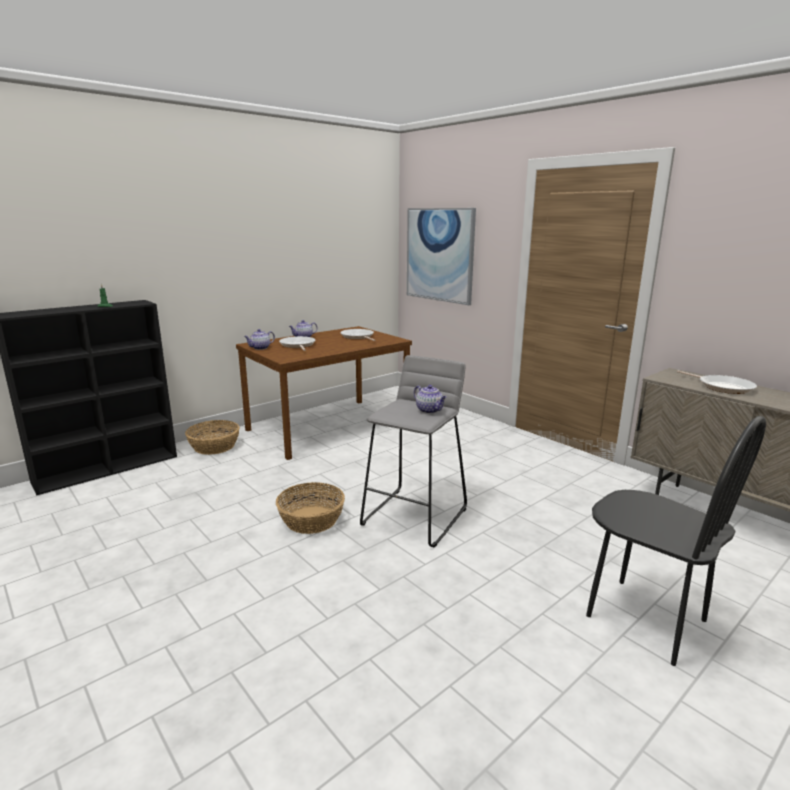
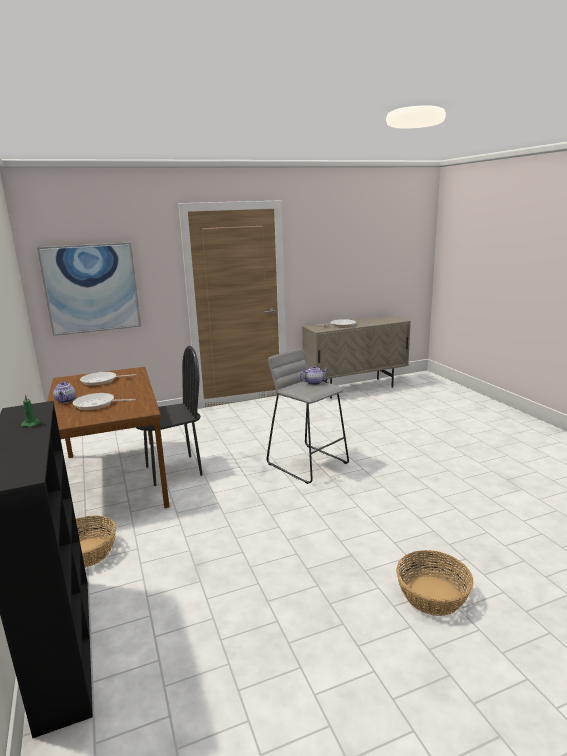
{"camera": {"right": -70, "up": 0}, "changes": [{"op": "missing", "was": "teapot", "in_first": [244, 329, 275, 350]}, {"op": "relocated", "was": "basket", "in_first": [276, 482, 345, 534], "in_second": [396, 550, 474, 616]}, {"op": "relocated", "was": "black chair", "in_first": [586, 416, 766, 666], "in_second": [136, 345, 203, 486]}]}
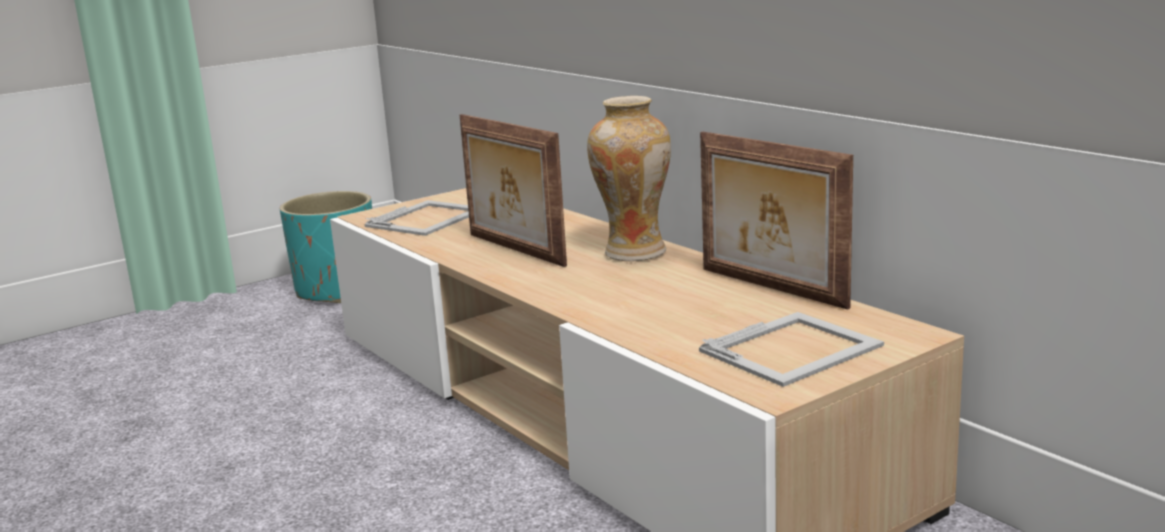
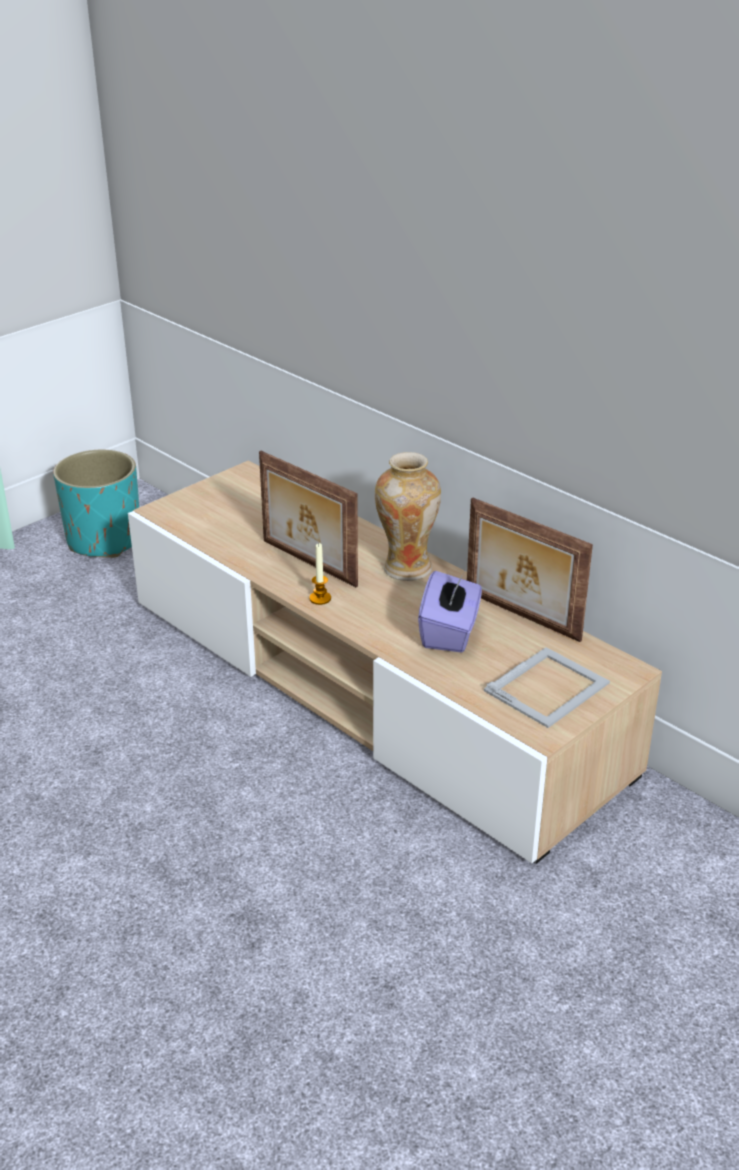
{"camera": {"right": -10, "up": 15}, "changes": [{"op": "missing", "was": "picture frame", "in_first": [365, 200, 469, 236]}, {"op": "appeared", "now": "candle", "in_second": [309, 543, 331, 605]}, {"op": "appeared", "now": "purple tissue box", "in_second": [418, 571, 482, 653]}]}
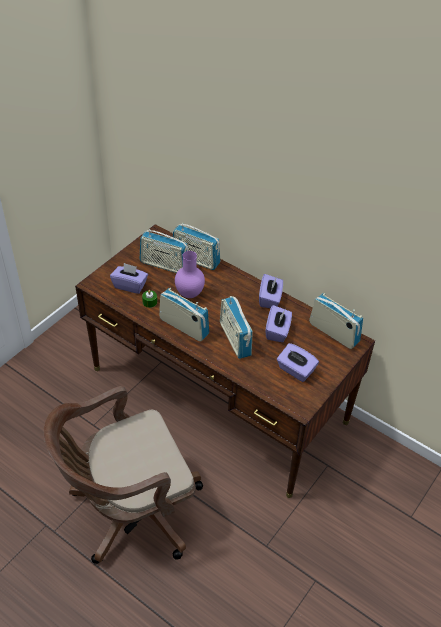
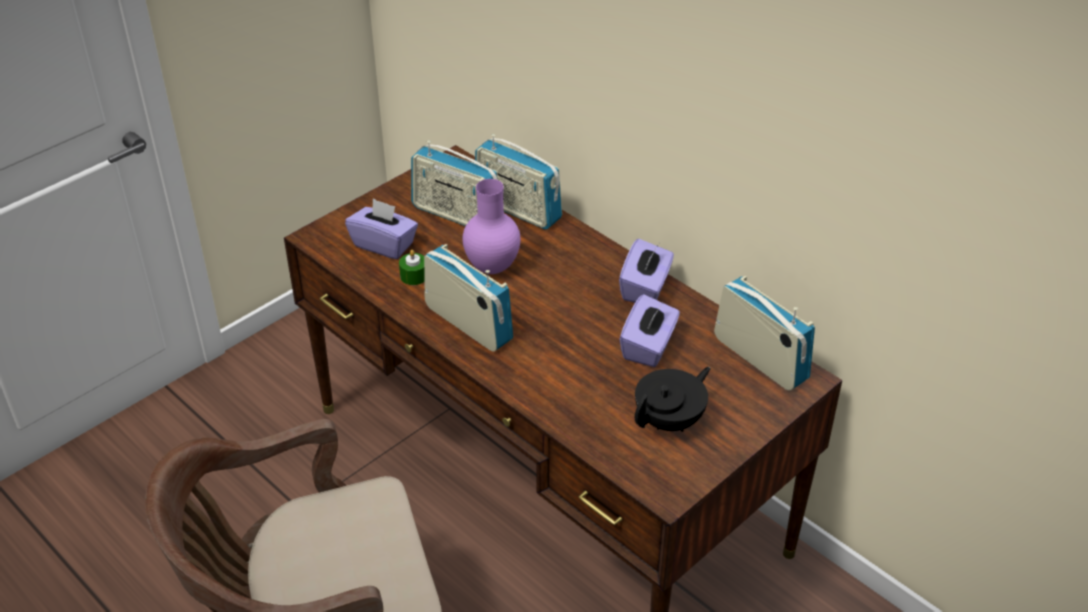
{"camera": {"right": 10, "up": -5}, "changes": [{"op": "missing", "was": "radio", "in_first": [220, 296, 253, 359]}, {"op": "exchanged", "was": "purple tissue box", "now": "black teapot", "in_first": [277, 343, 319, 382], "in_second": [635, 367, 711, 432]}]}
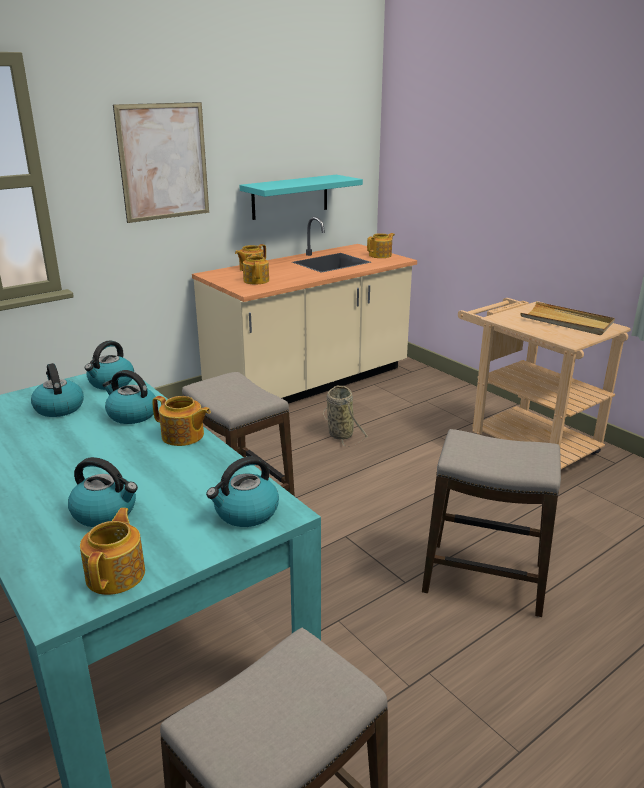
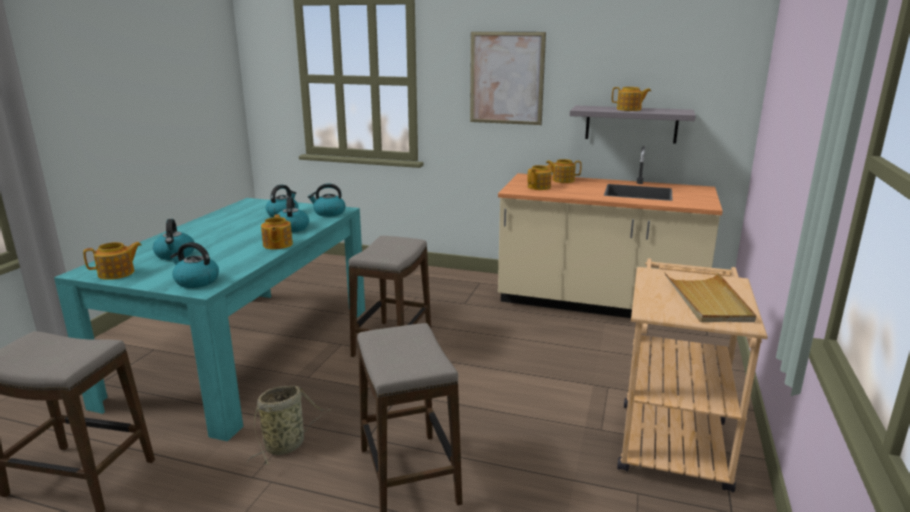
{"camera": {"right": 55, "up": -5}, "changes": [{"op": "relocated", "was": "basket", "in_first": [323, 385, 368, 447], "in_second": [247, 386, 332, 465]}, {"op": "relocated", "was": "teapot", "in_first": [367, 233, 395, 258], "in_second": [612, 87, 651, 111]}, {"op": "colour", "was": "turquoise shelf", "now": "grey shelf", "in_first": [239, 175, 363, 220], "in_second": [570, 106, 696, 144]}]}
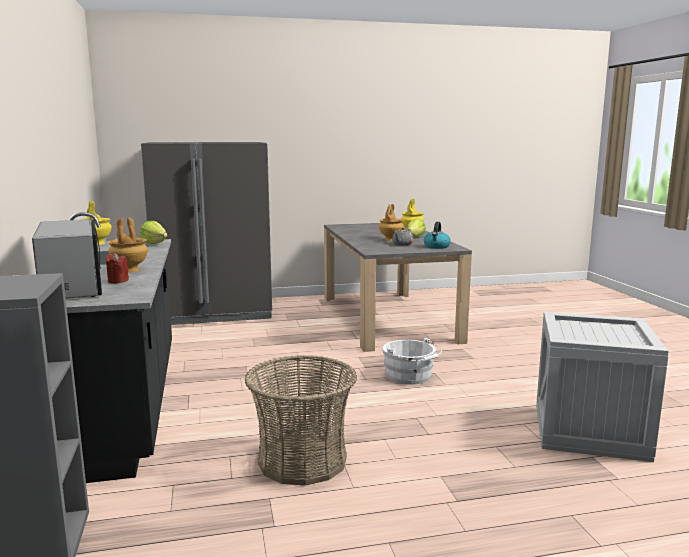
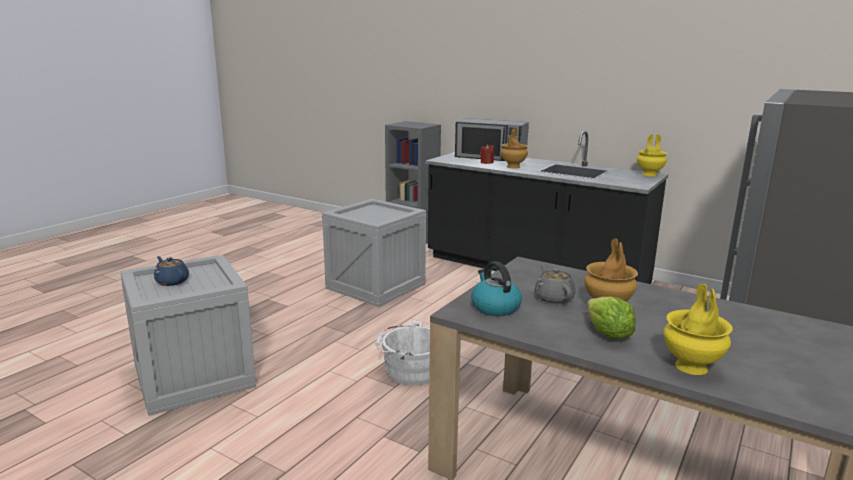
{"camera": {"right": 135, "up": 5}, "changes": [{"op": "missing", "was": "lettuce", "in_first": [140, 221, 167, 244]}, {"op": "appeared", "now": "blue teapot", "in_second": [154, 256, 189, 286]}, {"op": "exchanged", "was": "basket", "now": "crate", "in_first": [245, 355, 357, 486], "in_second": [322, 199, 426, 307]}]}
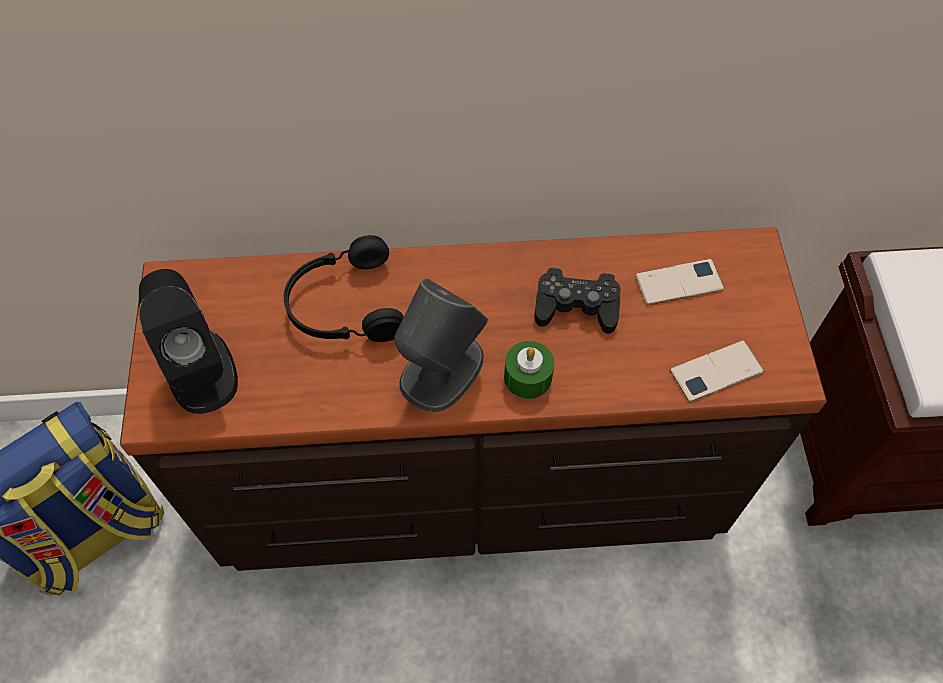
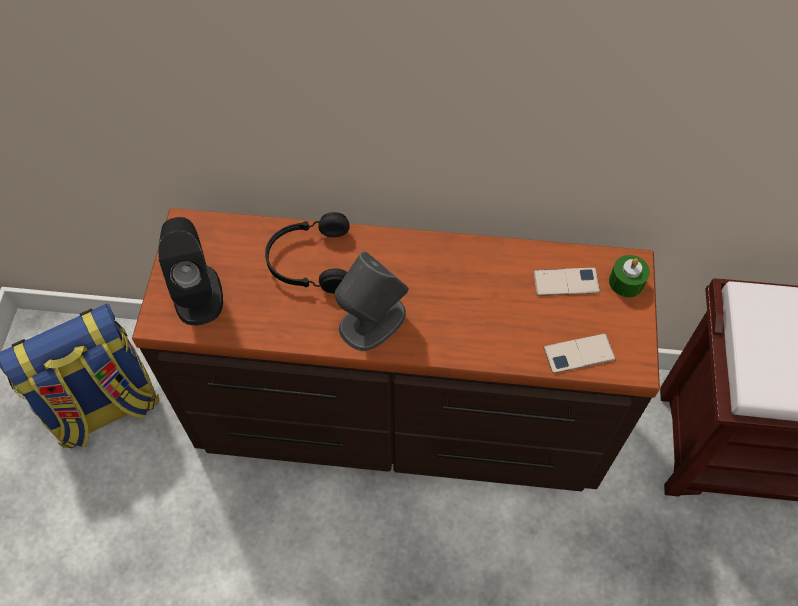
{"camera": {"right": 10, "up": 0}, "changes": [{"op": "missing", "was": "black game controller", "in_first": [534, 267, 621, 334]}, {"op": "relocated", "was": "green candle", "in_first": [504, 341, 554, 399], "in_second": [609, 255, 650, 297]}]}
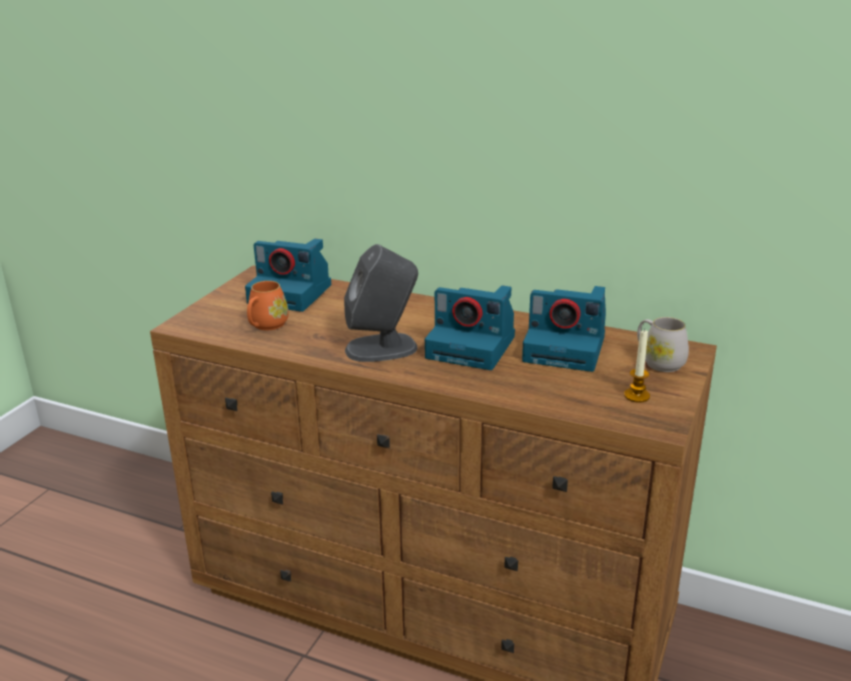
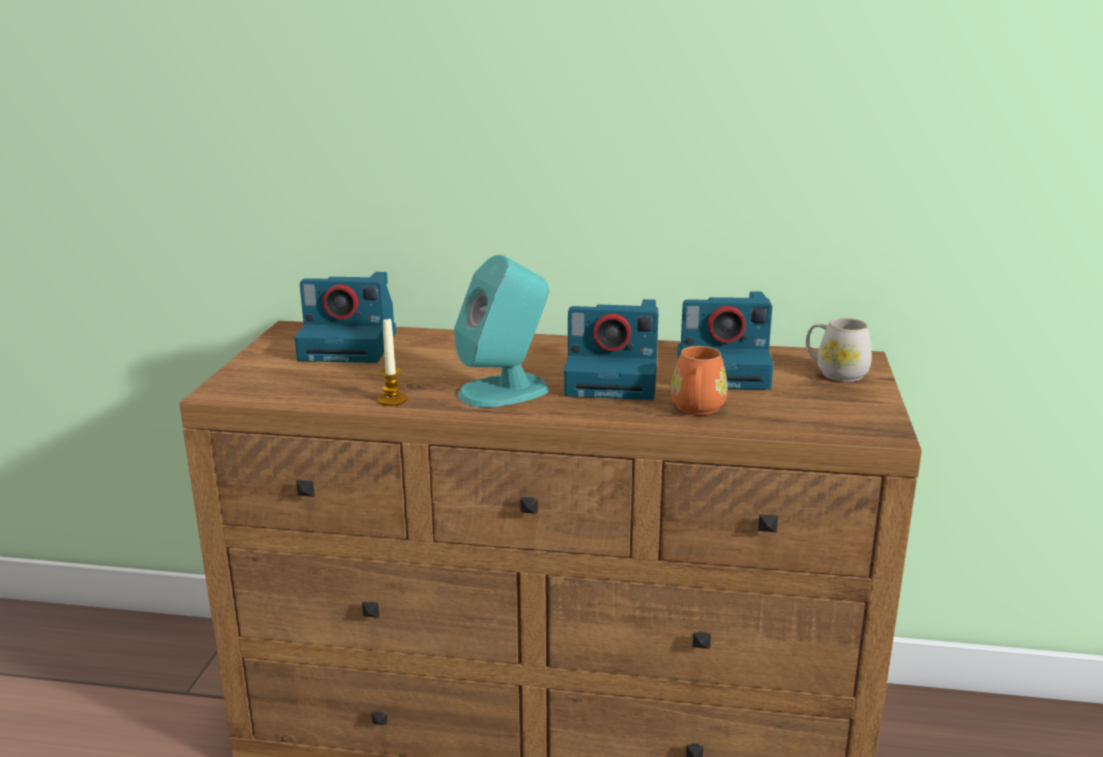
{"camera": {"right": -15, "up": -5}, "changes": [{"op": "relocated", "was": "orange mug", "in_first": [247, 281, 288, 330], "in_second": [671, 346, 728, 415]}, {"op": "relocated", "was": "candle", "in_first": [624, 329, 650, 403], "in_second": [377, 317, 407, 406]}, {"op": "colour", "was": "grey speaker", "now": "turquoise speaker", "in_first": [344, 244, 418, 362], "in_second": [454, 255, 549, 407]}]}
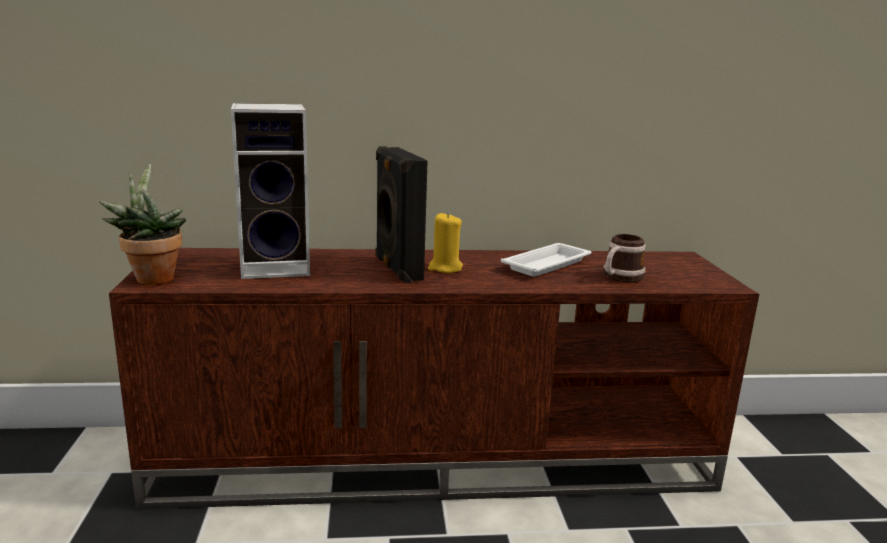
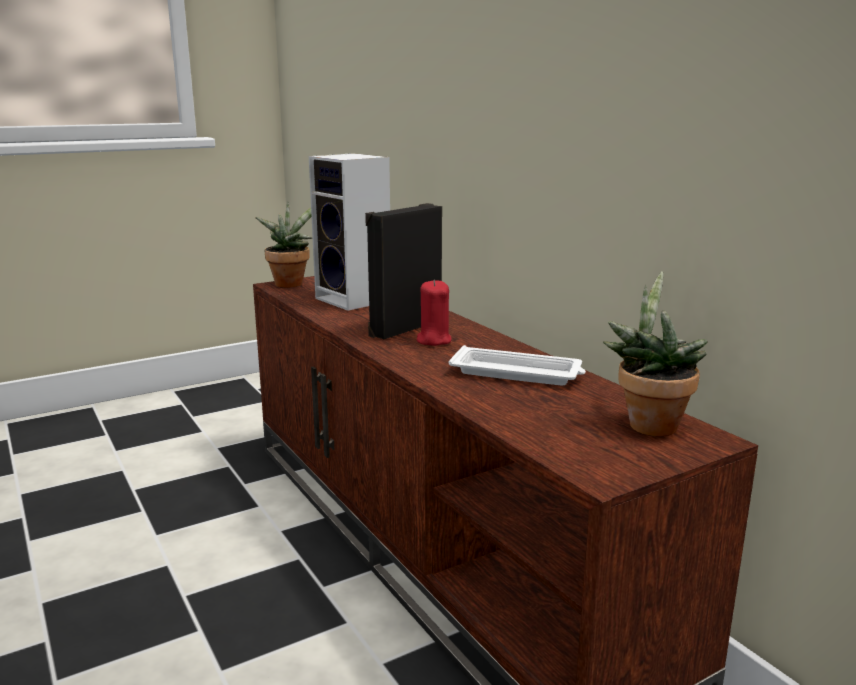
{"camera": {"right": 65, "up": 0}, "changes": [{"op": "missing", "was": "mug", "in_first": [603, 234, 646, 282]}, {"op": "appeared", "now": "potted plant", "in_second": [603, 271, 707, 436]}, {"op": "colour", "was": "yellow candle", "now": "red candle", "in_first": [428, 212, 463, 273], "in_second": [417, 280, 451, 346]}]}
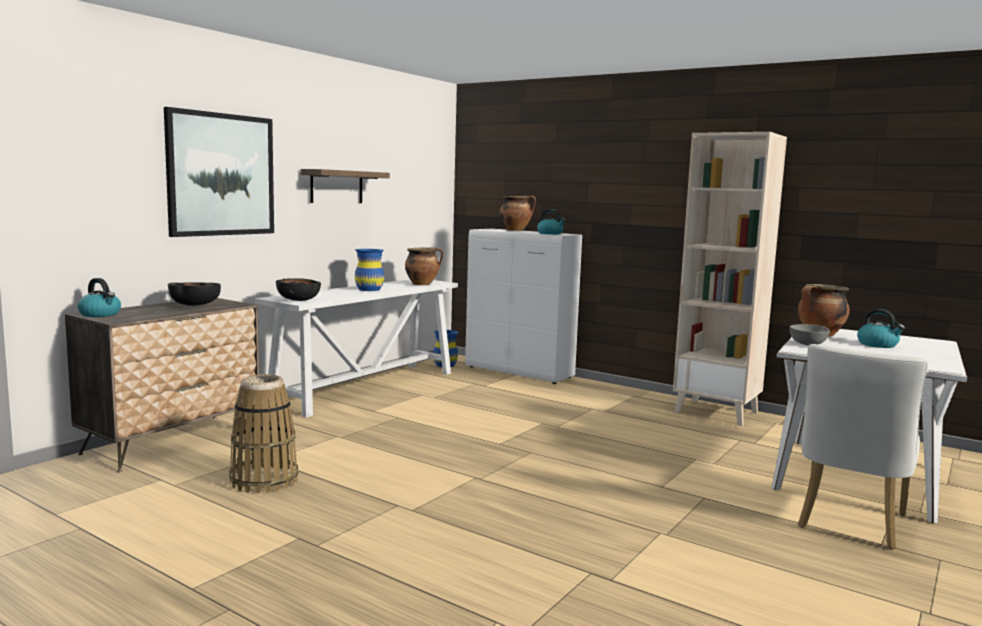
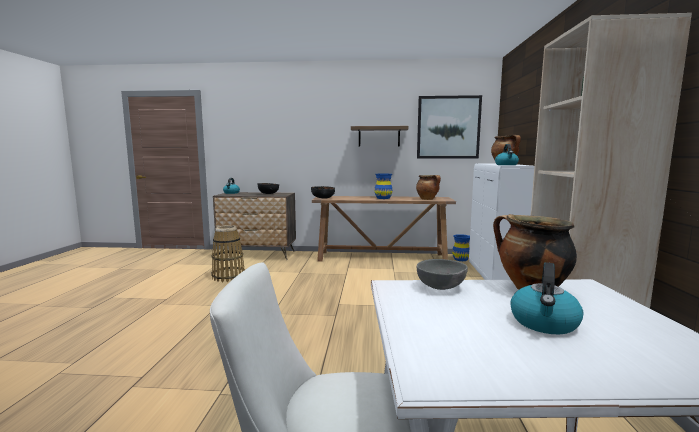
{"camera": {"right": 60, "up": 0}, "changes": [{"op": "relocated", "was": "picture", "in_first": [164, 107, 274, 237], "in_second": [417, 95, 482, 159]}, {"op": "colour", "was": "white console table", "now": "brown console table", "in_first": [255, 279, 458, 417], "in_second": [312, 196, 456, 262]}]}
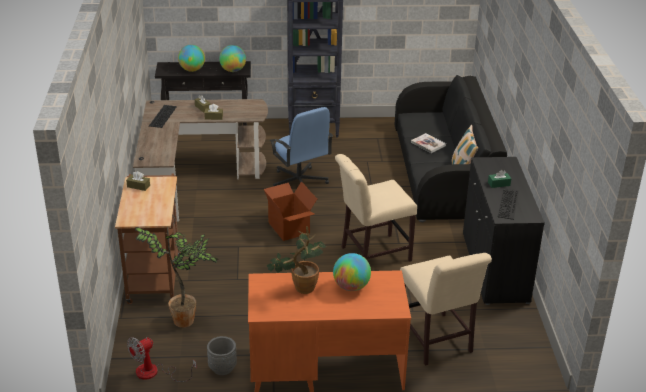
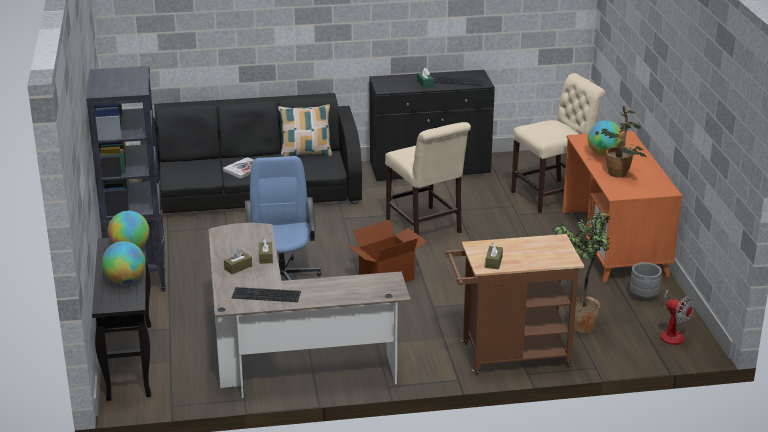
{"camera": {"right": -95, "up": -5}, "changes": [{"op": "spun", "was": "blue office chair", "in_first": [269, 107, 333, 186], "in_second": [245, 156, 322, 280], "clockwise": -60}]}
